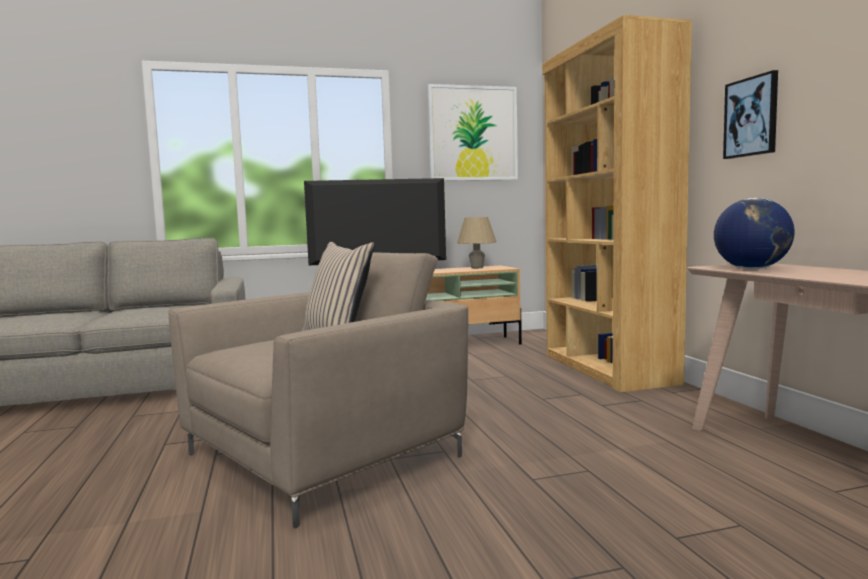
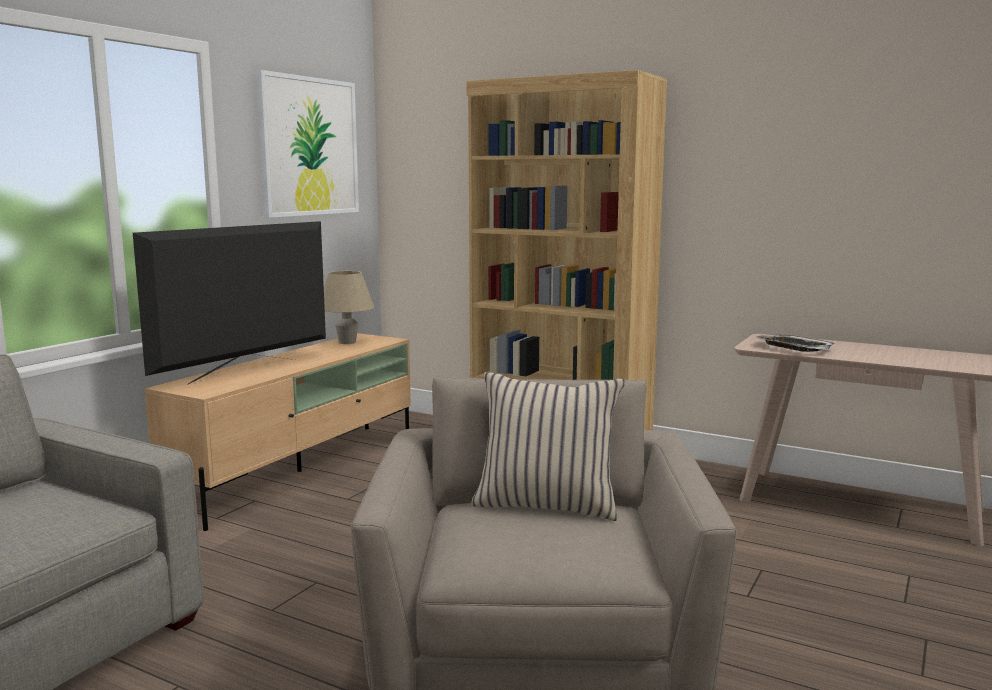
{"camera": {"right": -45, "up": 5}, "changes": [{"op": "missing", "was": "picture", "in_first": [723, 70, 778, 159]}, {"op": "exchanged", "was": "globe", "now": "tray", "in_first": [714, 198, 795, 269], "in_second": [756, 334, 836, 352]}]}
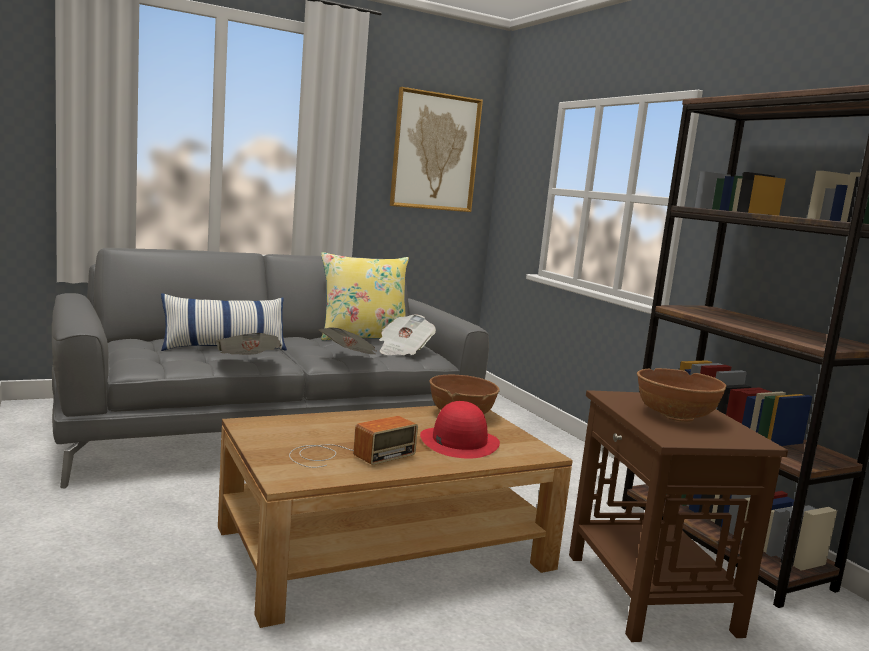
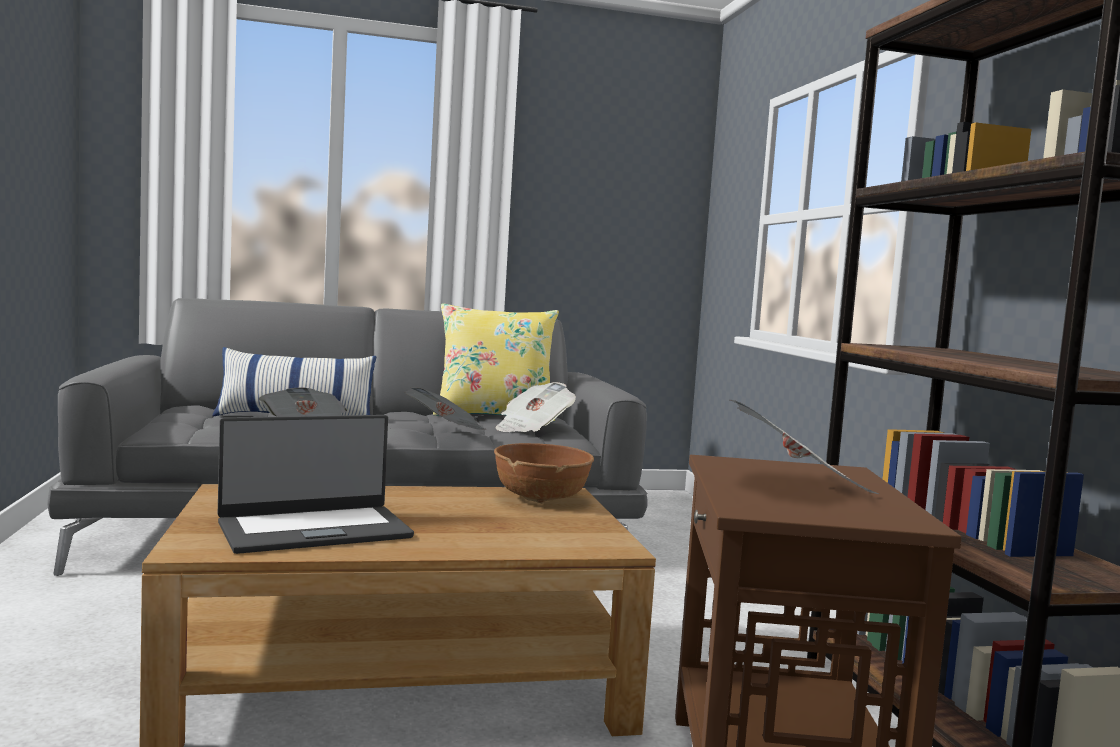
{"camera": {"right": 15, "up": -5}, "changes": [{"op": "missing", "was": "picture", "in_first": [390, 87, 483, 212]}, {"op": "missing", "was": "red hat", "in_first": [420, 401, 500, 458]}, {"op": "exchanged", "was": "radio", "now": "laptop", "in_first": [289, 416, 418, 468], "in_second": [218, 415, 414, 554]}, {"op": "exchanged", "was": "brown bowl", "now": "newspaper", "in_first": [637, 368, 727, 422], "in_second": [730, 400, 879, 494]}]}
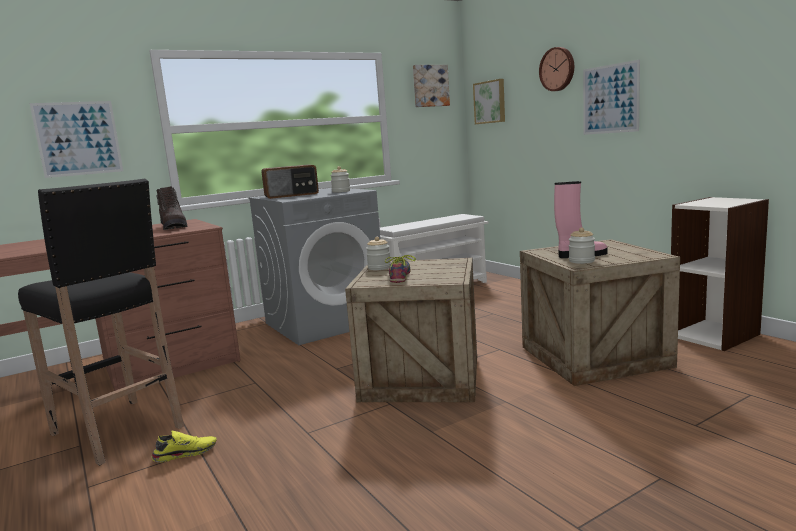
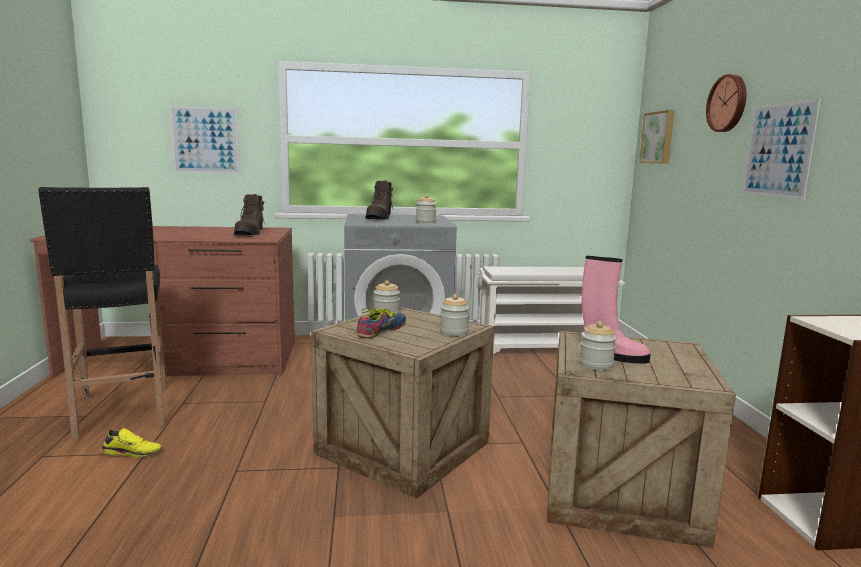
{"camera": {"right": 25, "up": 0}, "changes": [{"op": "missing", "was": "picture", "in_first": [413, 65, 450, 107]}, {"op": "appeared", "now": "jar", "in_second": [440, 294, 469, 336]}, {"op": "exchanged", "was": "radio", "now": "brown boot", "in_first": [261, 165, 319, 199], "in_second": [365, 180, 393, 220]}]}
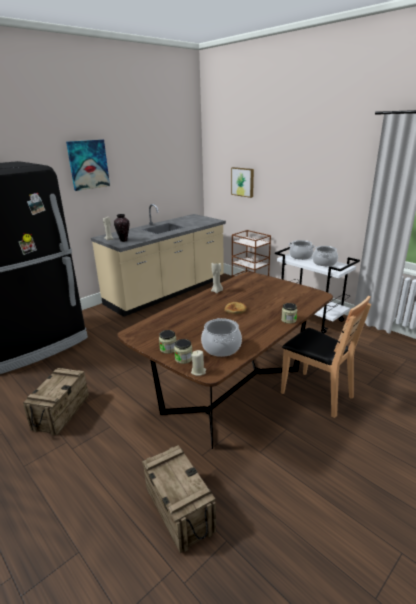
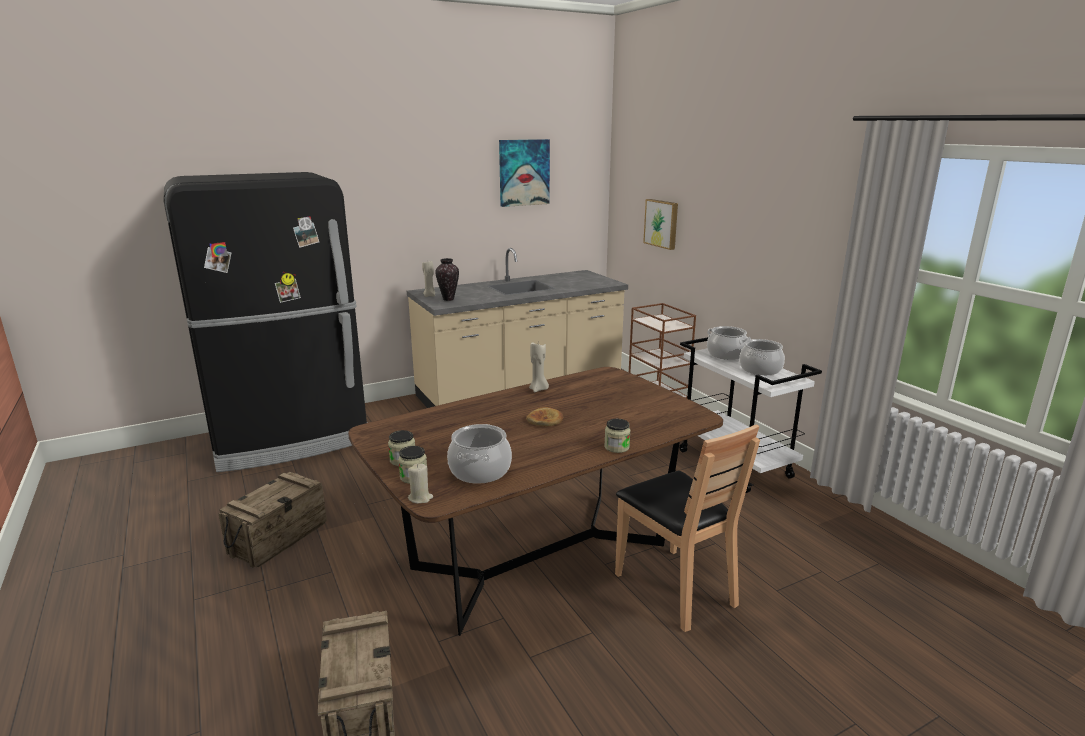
{"camera": {"right": 15, "up": -5}, "changes": [{"op": "relocated", "was": "picture", "in_first": [66, 139, 110, 191], "in_second": [499, 139, 550, 207]}]}
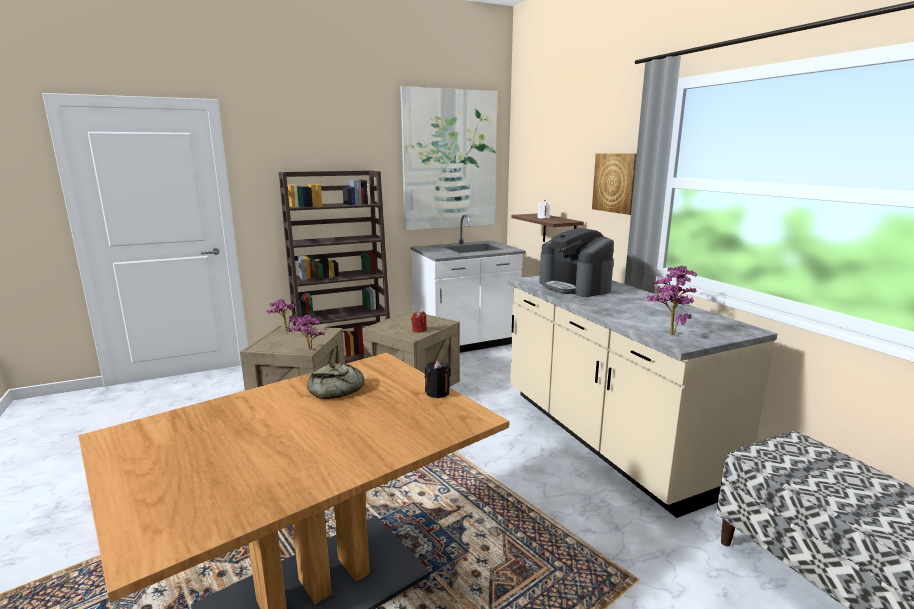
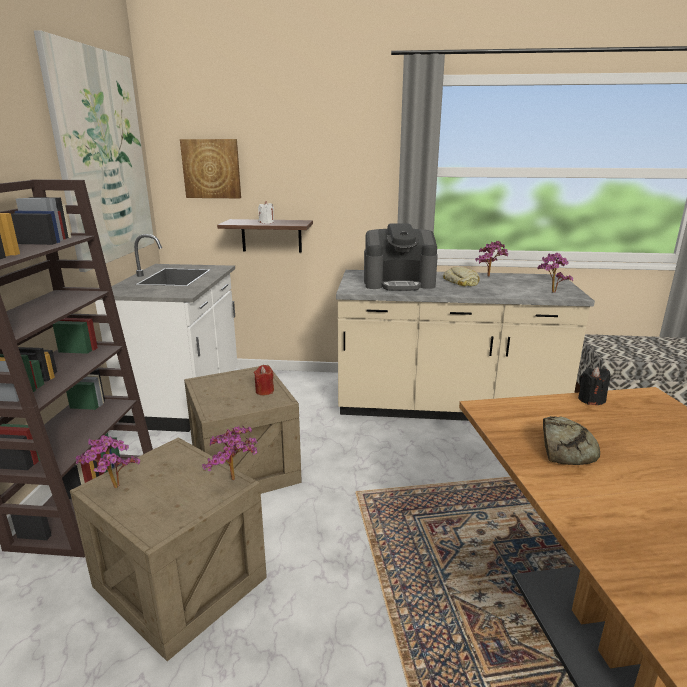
{"camera": {"right": -60, "up": 5}, "changes": [{"op": "appeared", "now": "bread", "in_second": [443, 267, 480, 286]}, {"op": "relocated", "was": "picture", "in_first": [592, 153, 637, 215], "in_second": [180, 139, 241, 198]}]}
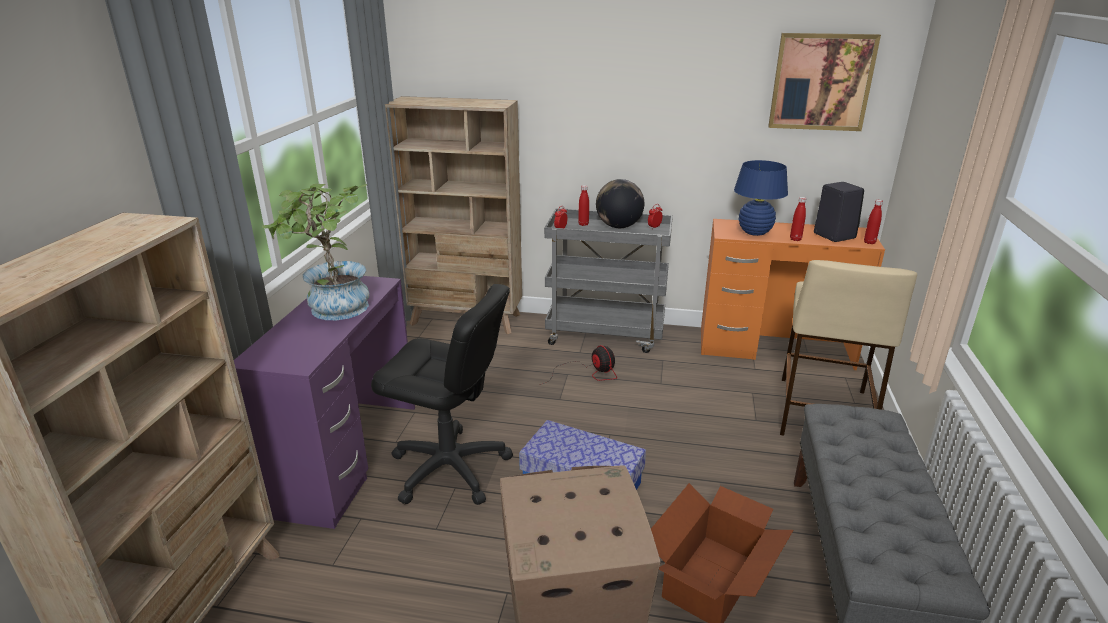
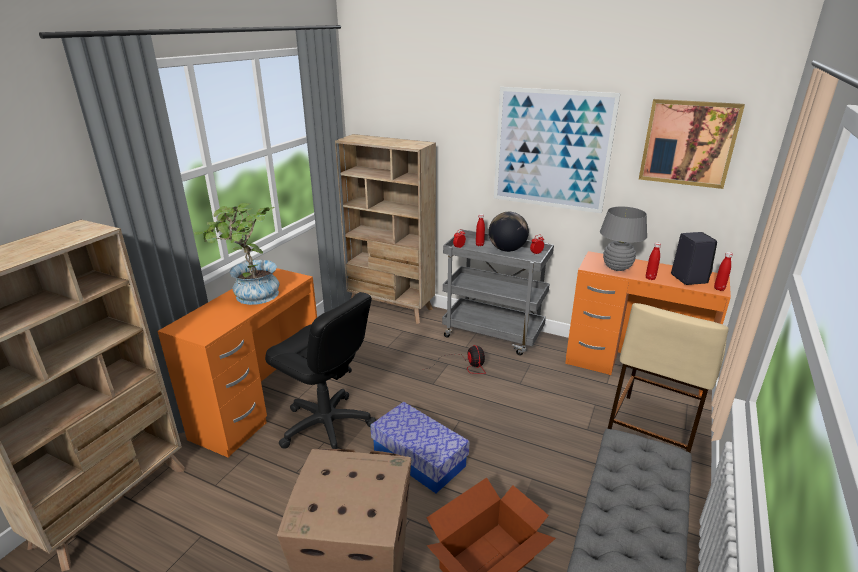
{"camera": {"right": 15, "up": 0}, "changes": [{"op": "appeared", "now": "picture", "in_second": [494, 87, 620, 214]}, {"op": "colour", "was": "purple desk", "now": "orange desk", "in_first": [234, 276, 415, 529], "in_second": [157, 268, 317, 458]}, {"op": "colour", "was": "blue table lamp", "now": "grey table lamp", "in_first": [734, 160, 788, 236], "in_second": [600, 206, 647, 271]}]}
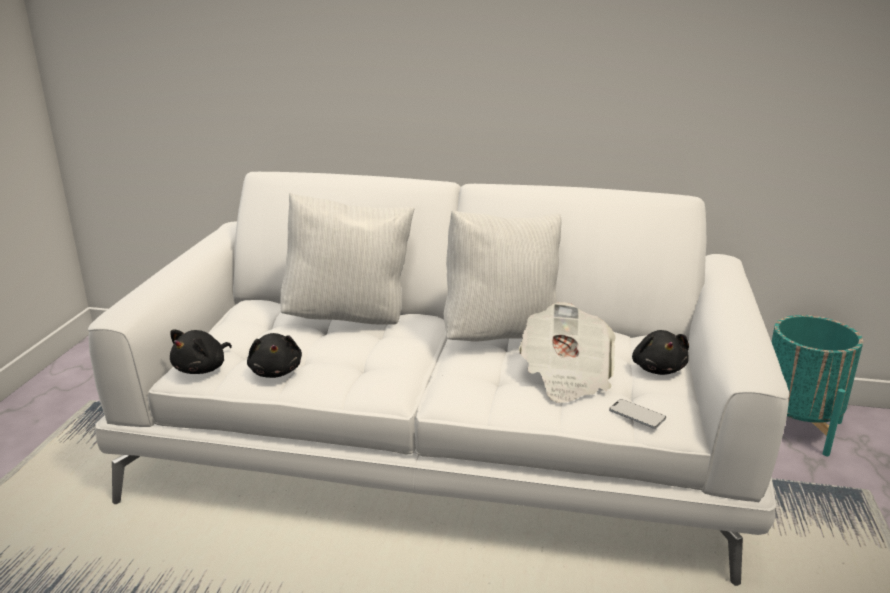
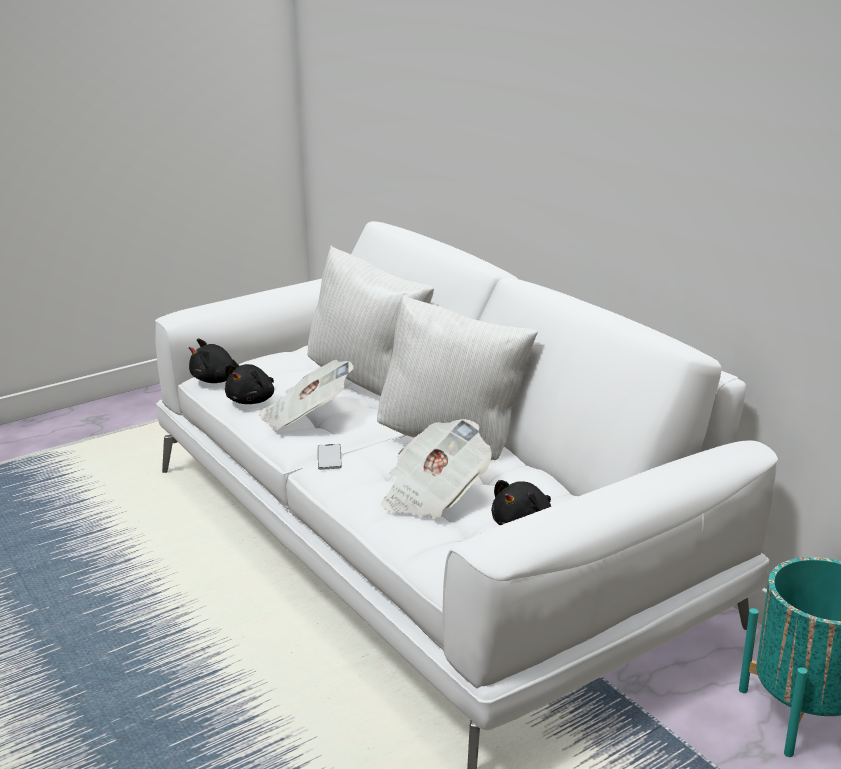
{"camera": {"right": 45, "up": 0}, "changes": [{"op": "appeared", "now": "newspaper", "in_second": [259, 360, 354, 431]}, {"op": "relocated", "was": "phone", "in_first": [609, 399, 666, 429], "in_second": [318, 444, 342, 470]}]}
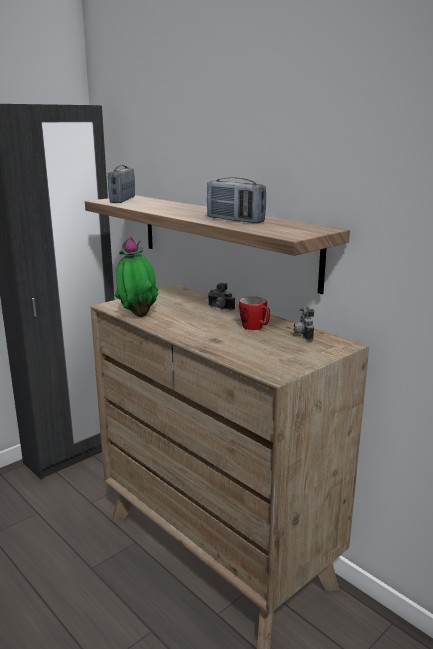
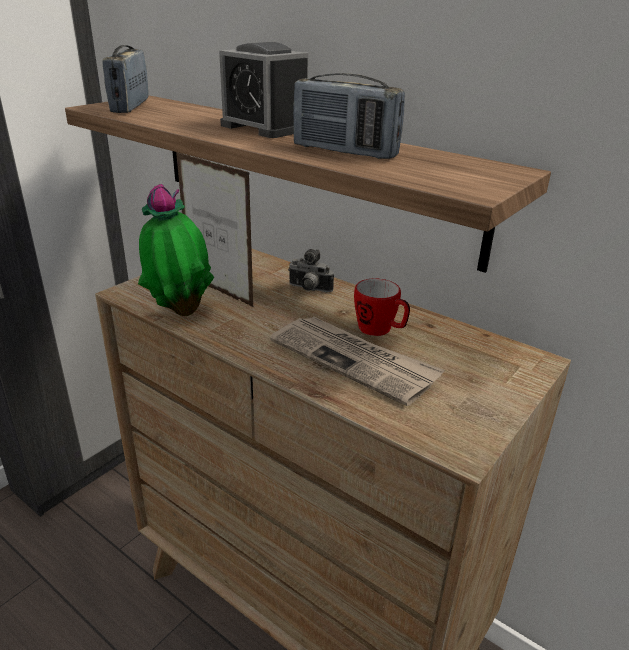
{"camera": {"right": -10, "up": 10}, "changes": [{"op": "missing", "was": "photo camera", "in_first": [294, 307, 315, 341]}, {"op": "appeared", "now": "picture frame", "in_second": [176, 152, 254, 307]}, {"op": "appeared", "now": "alarm clock", "in_second": [219, 42, 308, 138]}, {"op": "appeared", "now": "newspaper", "in_second": [270, 316, 445, 406]}]}
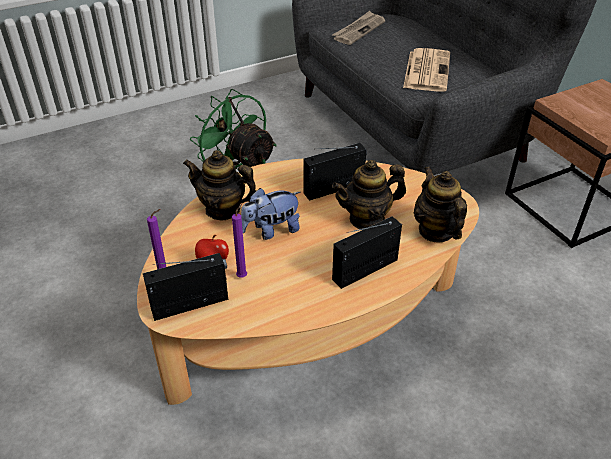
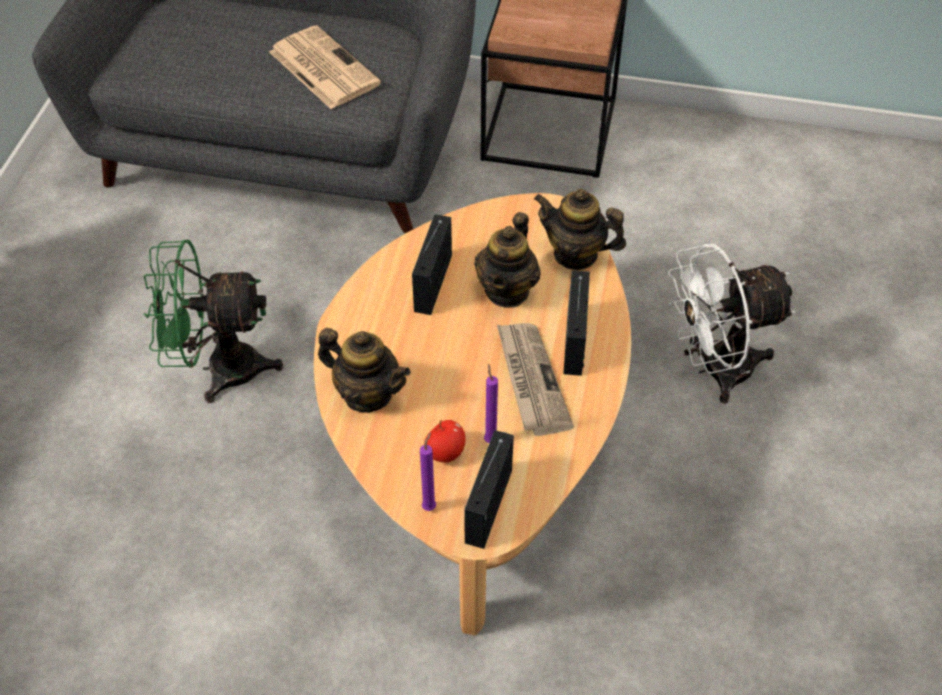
{"camera": {"right": -50, "up": 10}, "changes": [{"op": "missing", "was": "plush toy", "in_first": [241, 188, 300, 240]}, {"op": "appeared", "now": "white fan", "in_second": [668, 244, 796, 404]}, {"op": "relocated", "was": "newspaper", "in_first": [333, 11, 385, 45], "in_second": [497, 323, 574, 436]}, {"op": "spun", "was": "teapot", "in_first": [183, 150, 256, 221], "in_second": [318, 328, 411, 413], "clockwise": -120}]}
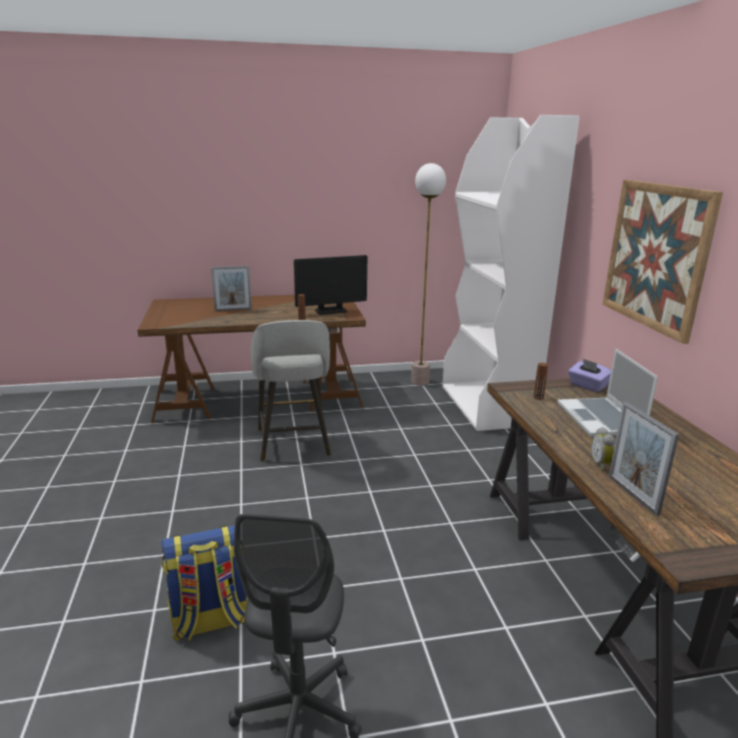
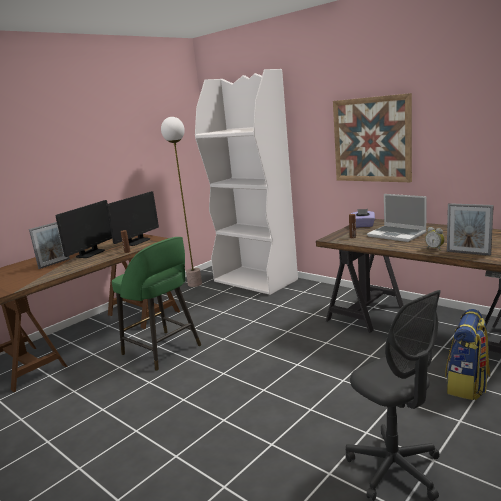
{"camera": {"right": -35, "up": -5}, "changes": [{"op": "appeared", "now": "monitor", "in_second": [55, 200, 112, 258]}, {"op": "relocated", "was": "backpack", "in_first": [160, 525, 247, 641], "in_second": [445, 309, 490, 400]}, {"op": "colour", "was": "grey stool", "now": "green stool", "in_first": [251, 320, 331, 462], "in_second": [112, 237, 201, 371]}]}
